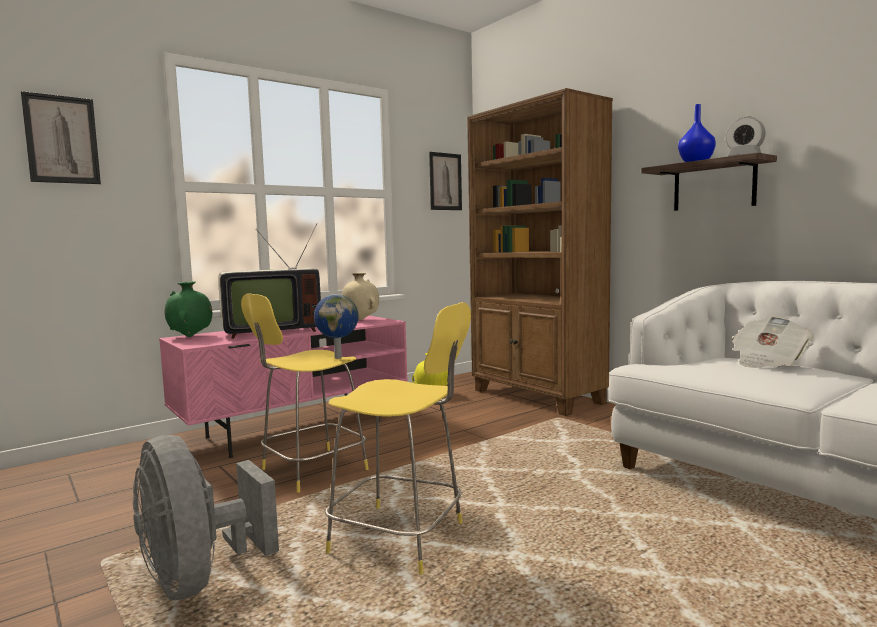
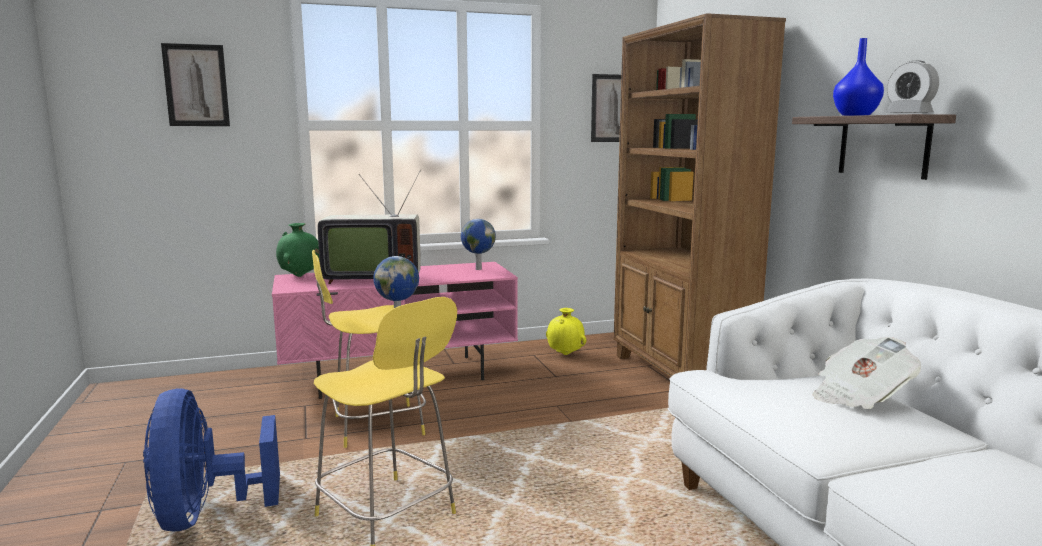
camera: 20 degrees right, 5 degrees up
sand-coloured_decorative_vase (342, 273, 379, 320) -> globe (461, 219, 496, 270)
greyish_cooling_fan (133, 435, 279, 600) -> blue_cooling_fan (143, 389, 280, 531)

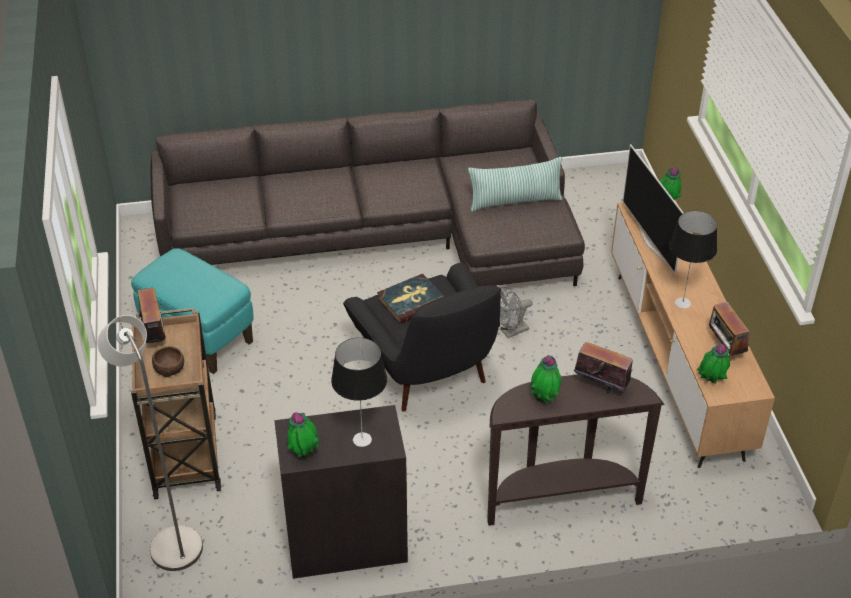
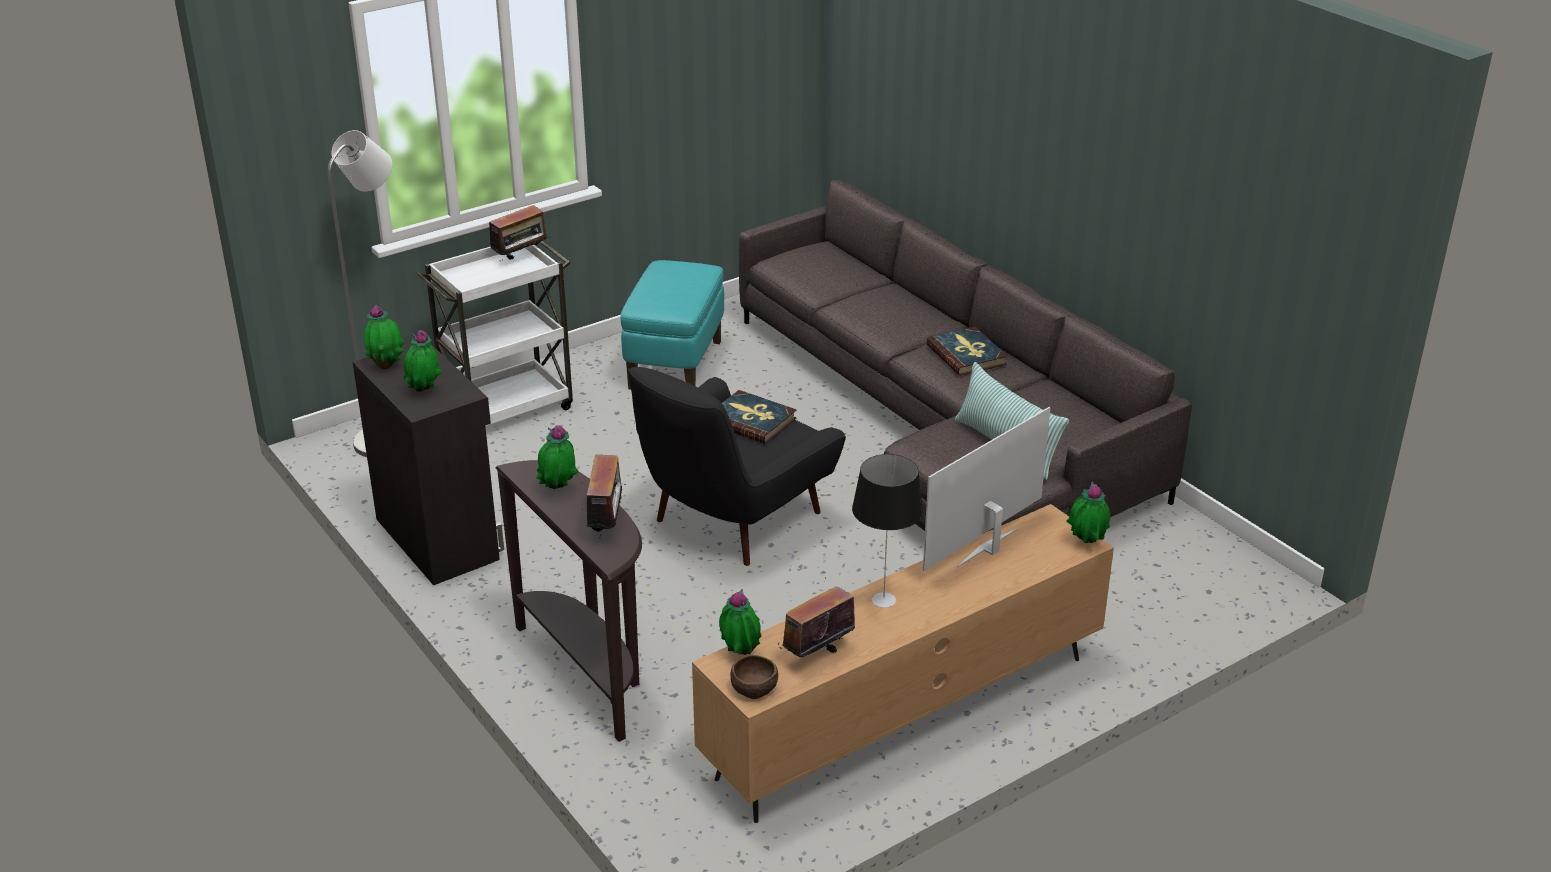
camera: 65 degrees right, 10 degrees down
greyish_cooling_fan (500, 287, 533, 338) -> none
brownish_trolley (131, 308, 222, 499) -> white-coloured_trolley (417, 241, 573, 426)
lamp_for_a_table (331, 338, 387, 447) -> plant_in_a_pot (403, 330, 442, 392)
brownish_deep_dish (152, 346, 184, 377) -> brownish_deep_dish (730, 655, 778, 699), move
none -> book (926, 327, 1008, 376)

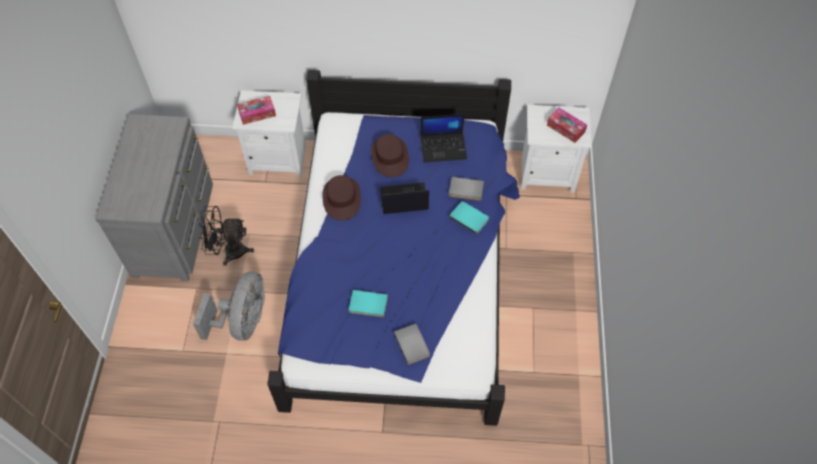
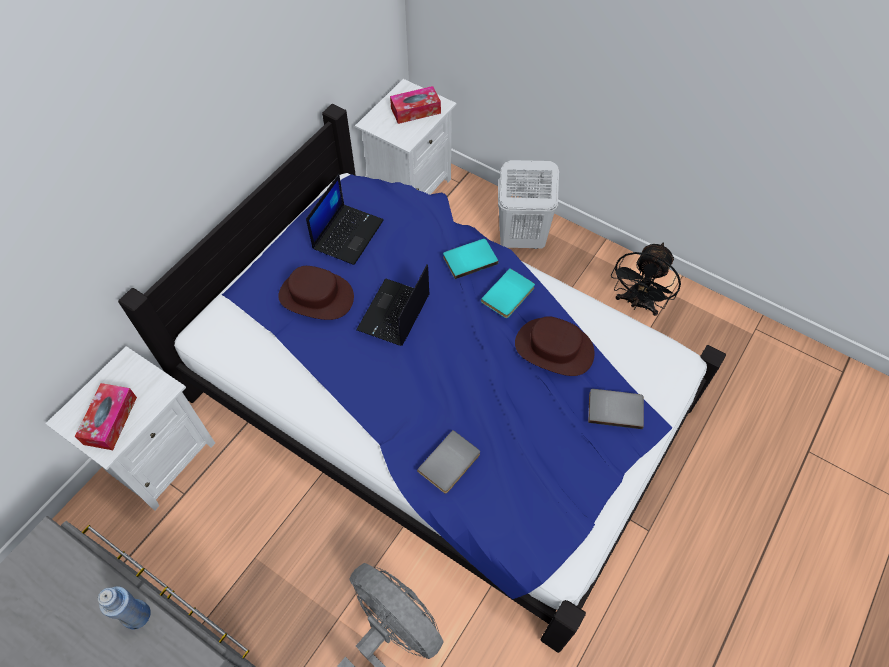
camera: 60 degrees left, 0 degrees up
brownish_clothing_hat (322, 175, 361, 220) -> brownish_clothing_hat (515, 316, 595, 376), move
greyish_book (449, 177, 484, 201) -> greyish_book (417, 430, 480, 494), move
black_cooling_fan (199, 206, 254, 266) -> black_cooling_fan (611, 242, 681, 316), move
turquoise-coloured_book (349, 290, 388, 317) -> turquoise-coloured_book (481, 268, 535, 318), move
none -> white-coloured_laundry_basket (498, 160, 559, 249)
none -> blue_bottle (98, 586, 151, 629)

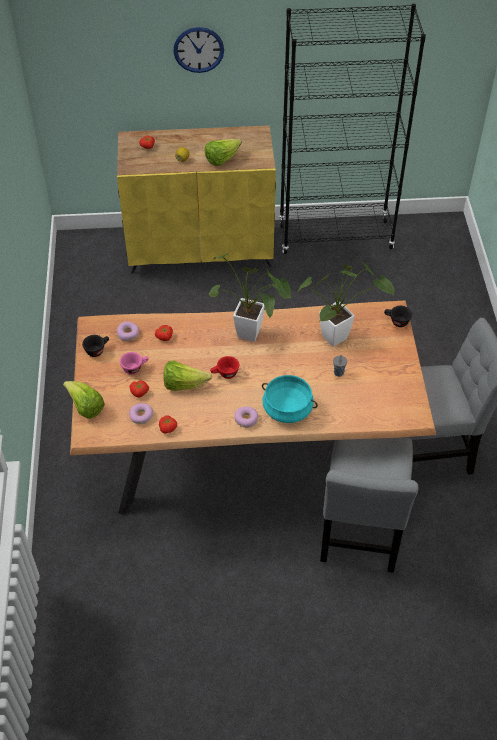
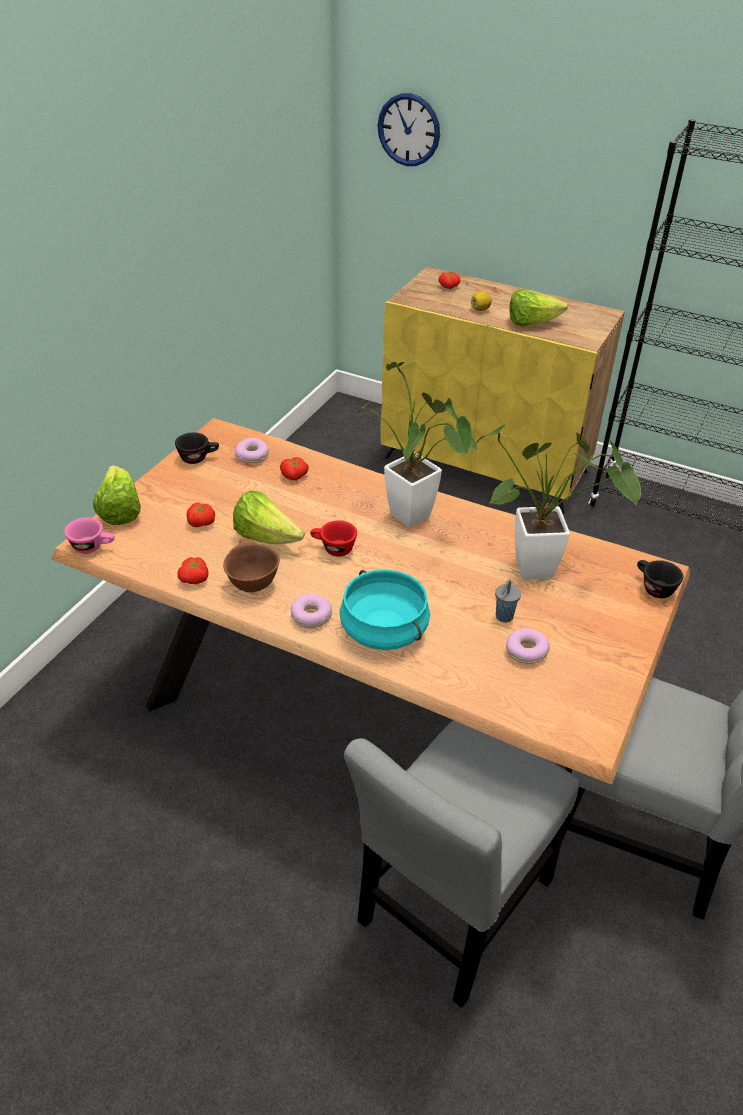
camera: 30 degrees right, 10 degrees down
wall_clock (173, 27, 224, 73) -> wall_clock (377, 93, 440, 166), move
pink_cup (120, 352, 149, 375) -> pink_cup (64, 517, 115, 554), move
doughnut (129, 403, 153, 424) -> doughnut (506, 628, 550, 664), move
none -> brownish_deep_dish (223, 539, 280, 592)

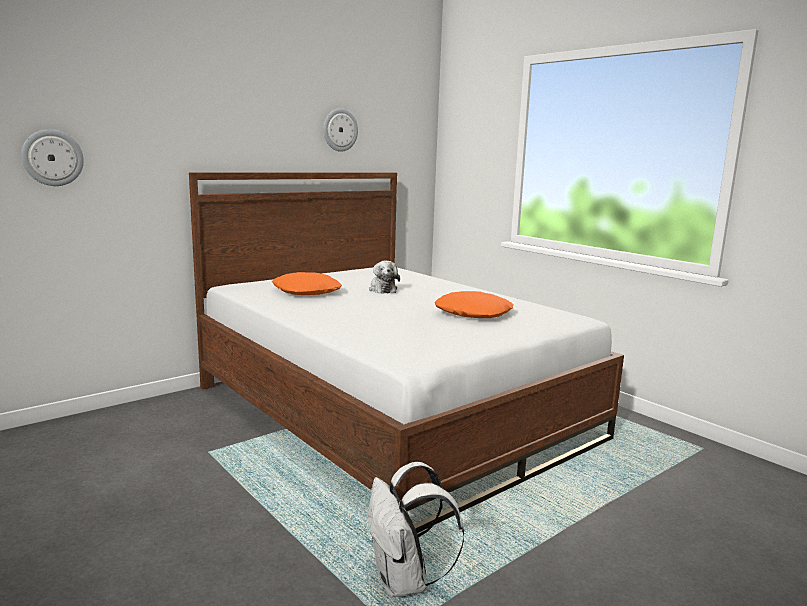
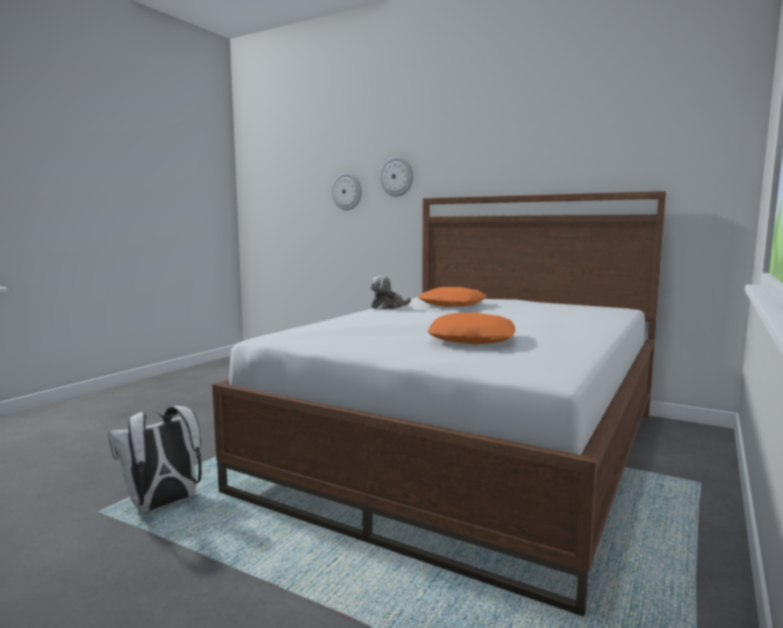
camera: 70 degrees right, 5 degrees down
wall_clock (323, 108, 358, 152) -> wall_clock (380, 157, 414, 197), move
cuddly_toy (369, 261, 400, 293) -> cuddly_toy (370, 275, 411, 310), move

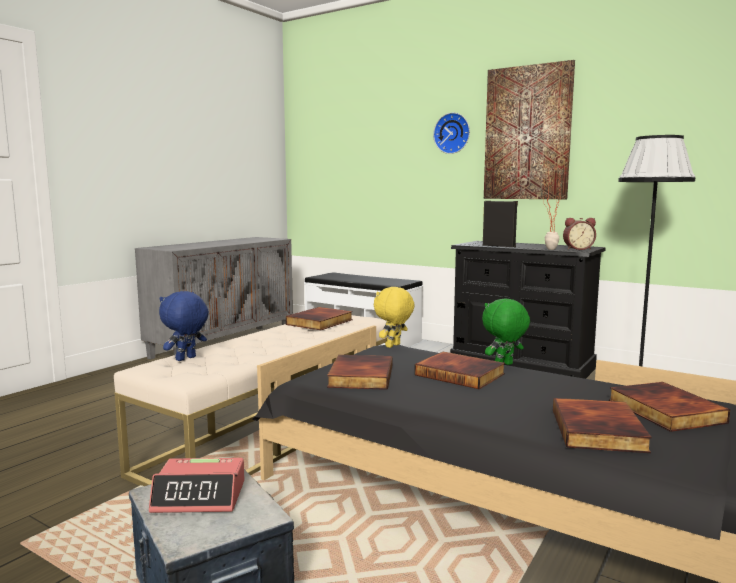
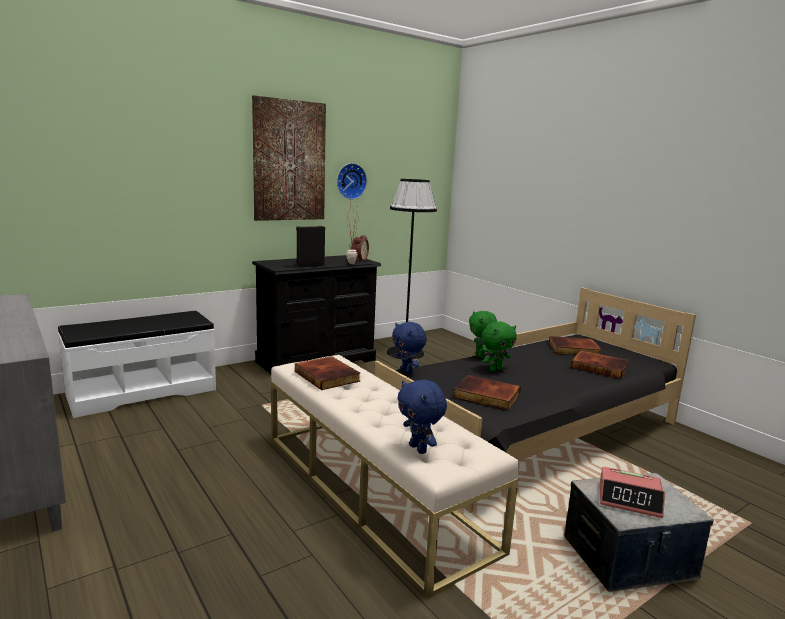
camera: 70 degrees left, 5 degrees up
wall_clock (433, 113, 470, 154) -> wall_clock (337, 163, 367, 200), move
yellowish_cuddly_toy (374, 287, 415, 348) -> blue_cuddly_toy (392, 322, 427, 374)
book (415, 352, 505, 389) -> green_cuddly_toy (482, 321, 517, 372)
bedside_clock (149, 458, 245, 513) -> bedside_clock (600, 467, 665, 518), 90 degrees clockwise

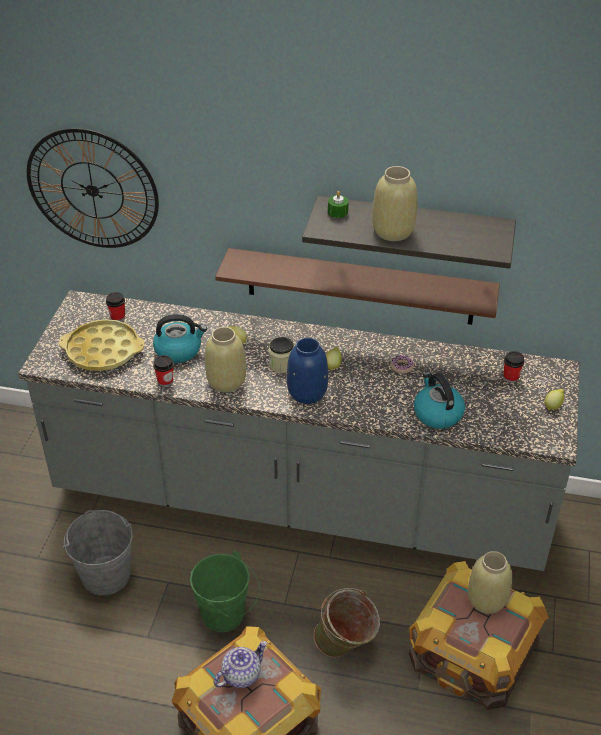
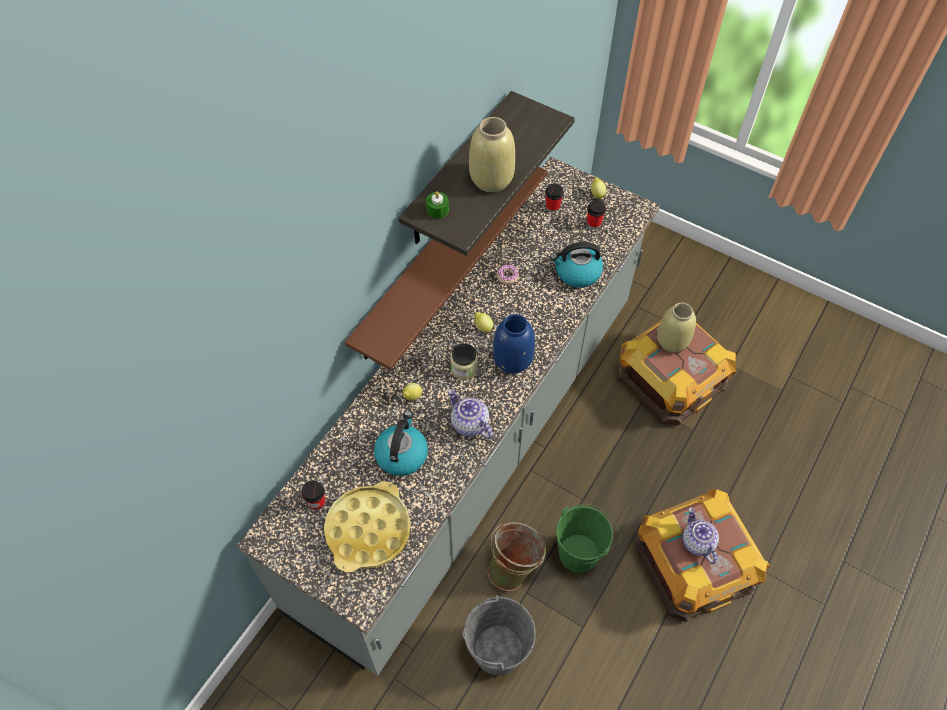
camera: 70 degrees left, 15 degrees up
wall_clock (27, 128, 159, 248) -> none
sand-coloured_decorative_vase (205, 327, 246, 393) -> pot_for_tea (448, 389, 493, 439)
cup (153, 355, 174, 387) -> cup (587, 200, 606, 229), move
green_pail (314, 588, 380, 658) -> green_pail (488, 522, 546, 591), move

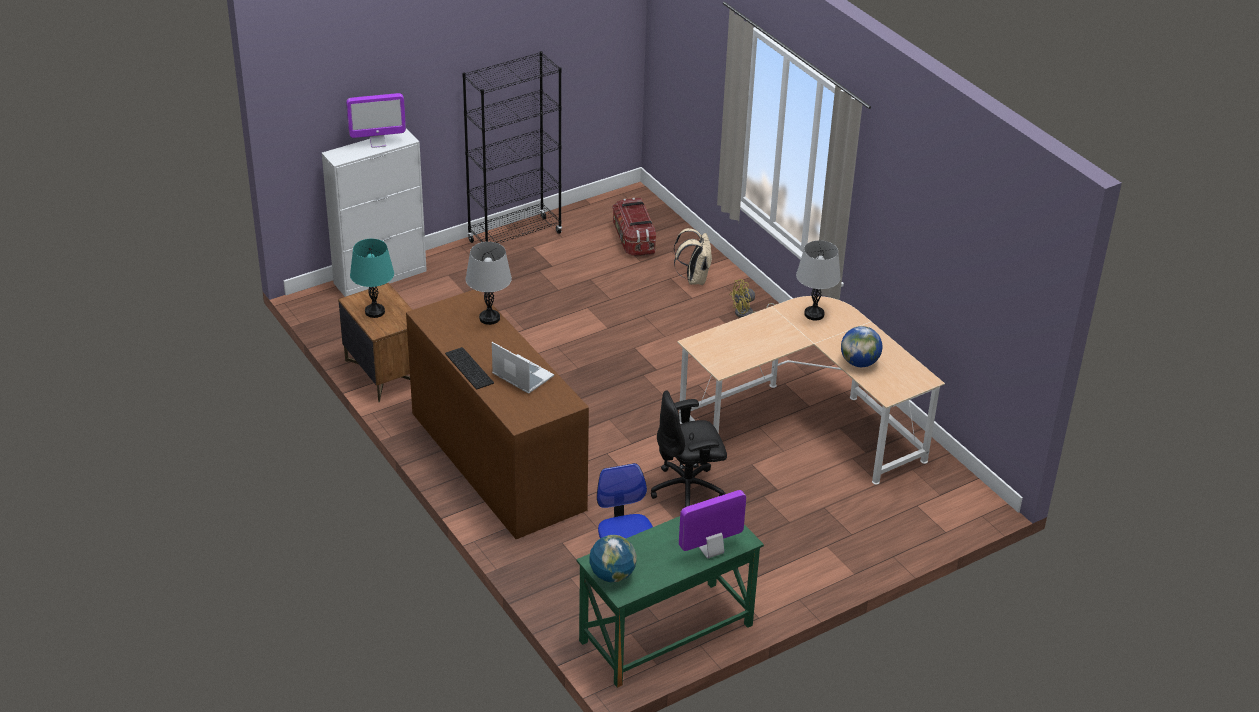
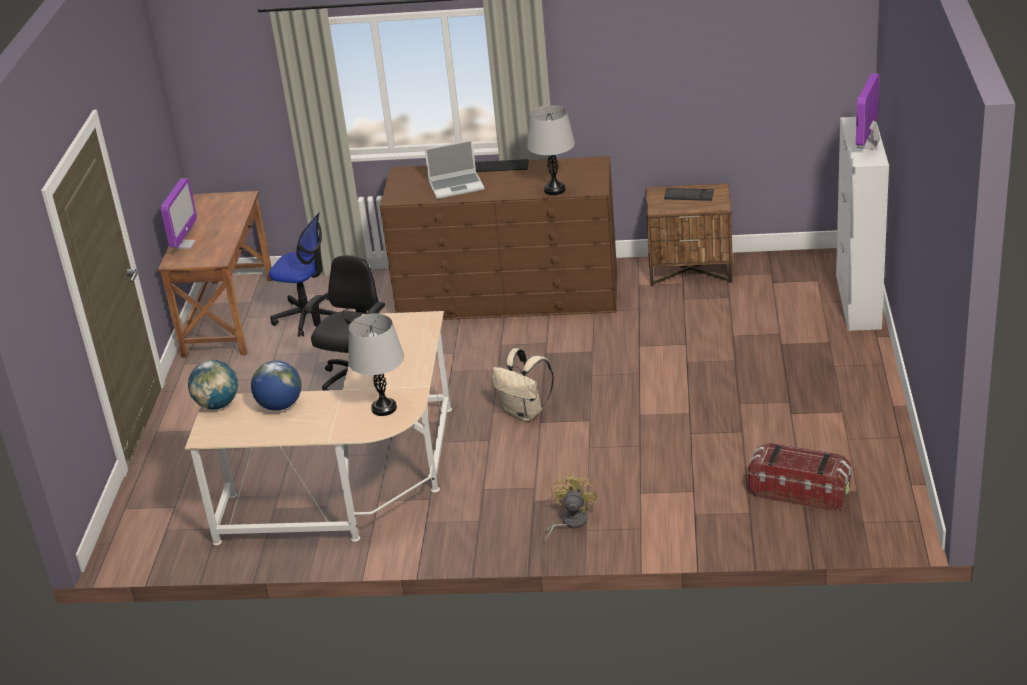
camera: 130 degrees right, 5 degrees down
black_bookshelf (462, 51, 562, 244) -> none
sand-coloured_knapsack (674, 228, 712, 285) -> sand-coloured_knapsack (493, 348, 554, 421), move
turquoise-coloured_lamp_for_a_table (350, 239, 394, 318) -> PC_keyboard (664, 188, 714, 201)
green_desk (576, 516, 764, 688) -> brownish_desk (158, 191, 273, 358)
globe (589, 535, 637, 582) -> globe (188, 360, 238, 409), move

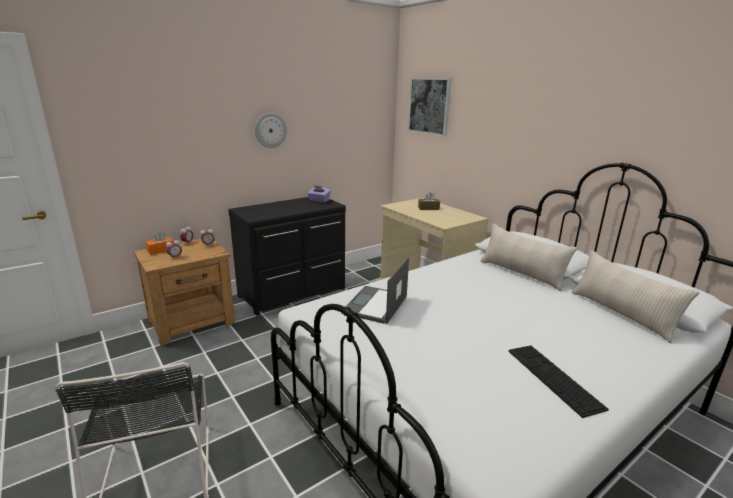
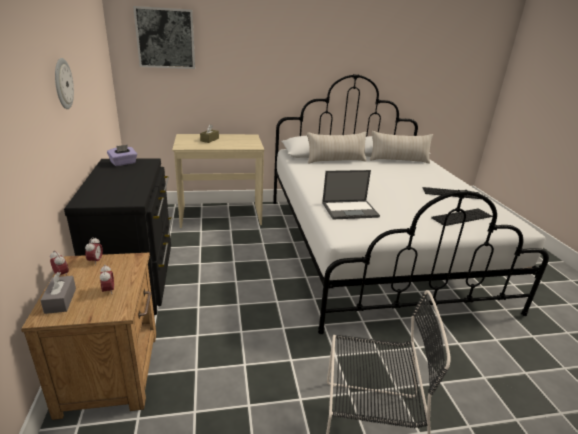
camera: 65 degrees left, 5 degrees up
orangey_box_of_tissues (146, 232, 174, 255) -> greyish_box_of_tissues (40, 272, 76, 314)
portable_computer (341, 257, 409, 324) -> portable_computer (322, 170, 380, 220), 60 degrees counterclockwise
none -> PC_keyboard (431, 208, 492, 226)

